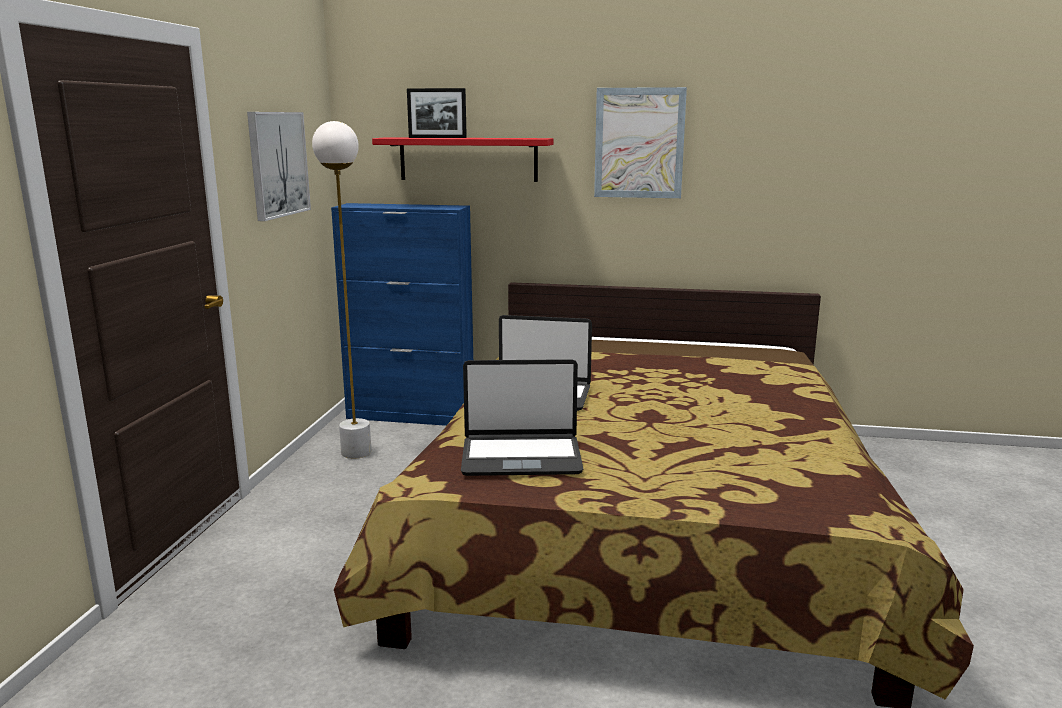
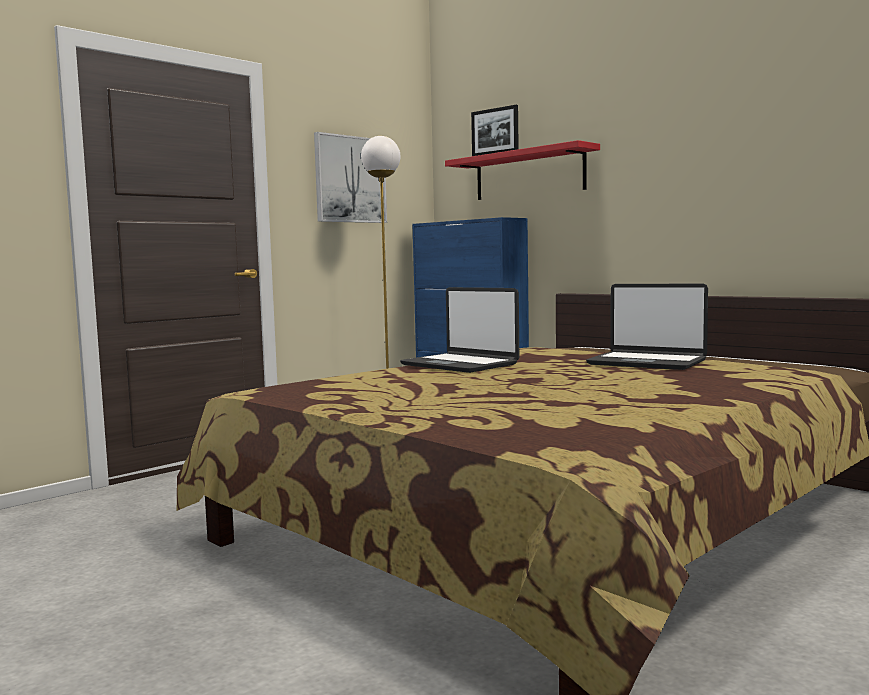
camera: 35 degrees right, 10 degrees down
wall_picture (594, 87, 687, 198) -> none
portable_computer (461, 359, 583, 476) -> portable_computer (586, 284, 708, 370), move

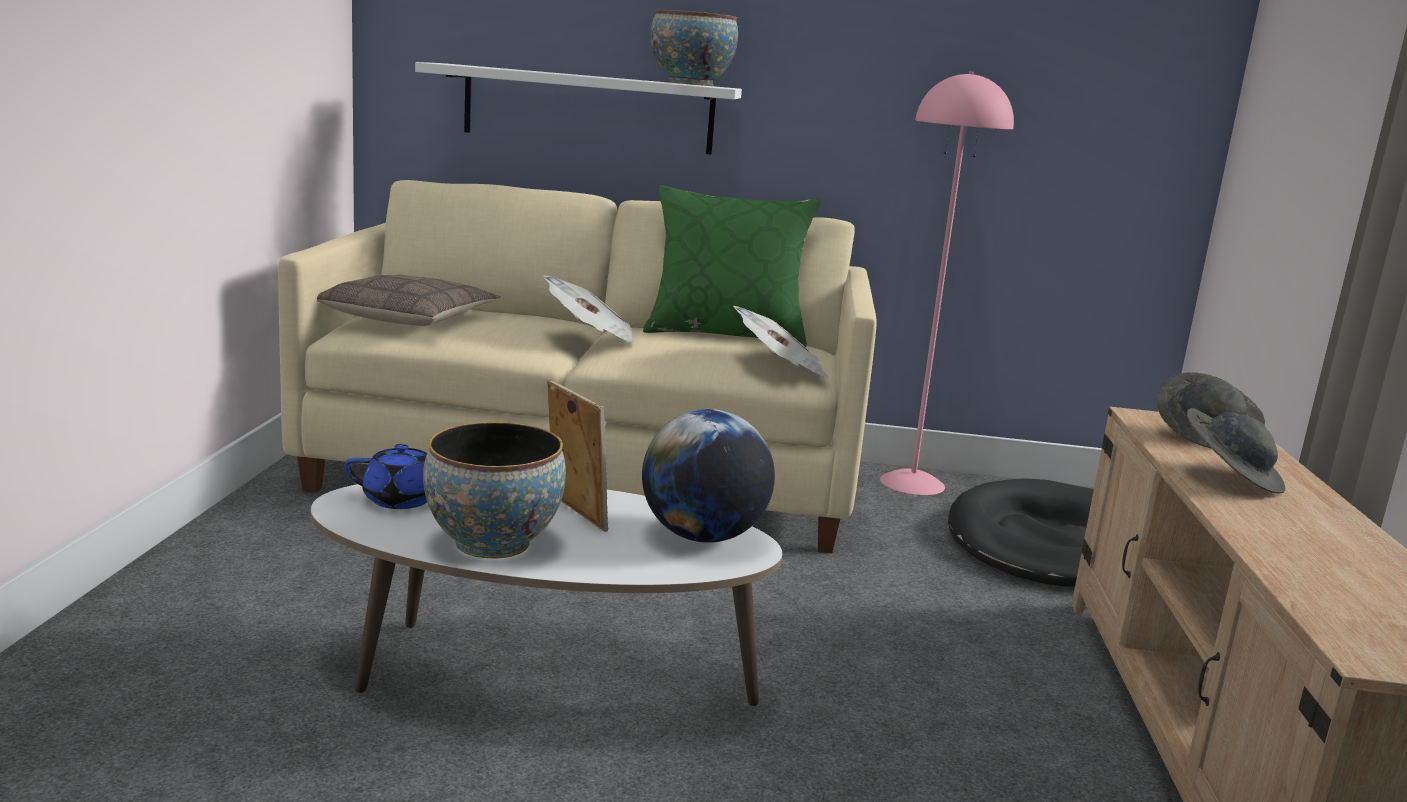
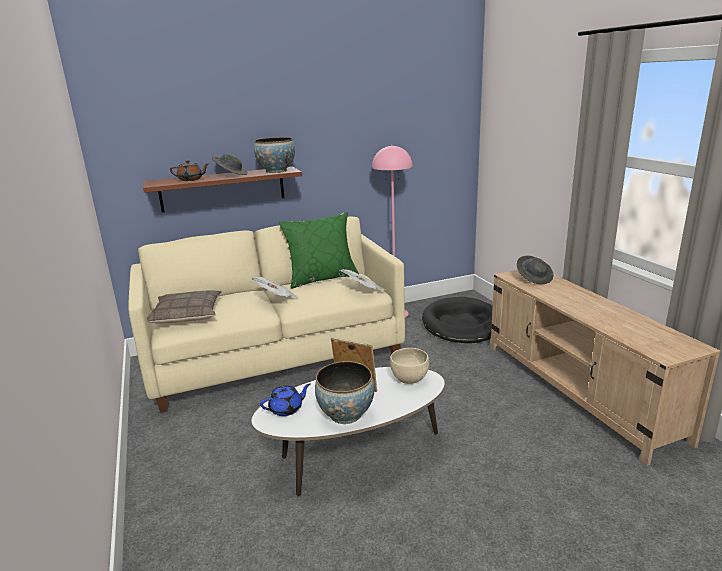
camera: 25 degrees left, 5 degrees up
white-coloured_bracket_shelf (415, 62, 742, 155) -> brownish_bracket_shelf (143, 167, 302, 212)
greyish_clothing_hat (1186, 408, 1286, 493) -> greyish_clothing_hat (212, 154, 248, 175), move
globe (642, 409, 775, 543) -> sand-coloured_deep_dish (390, 348, 429, 384)
none -> brownish_pot_for_tea (170, 160, 210, 181)

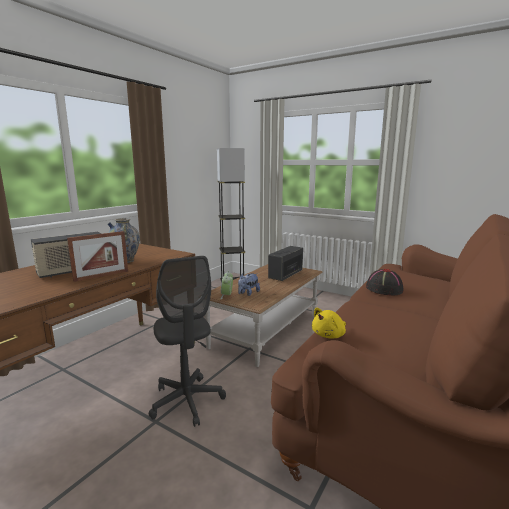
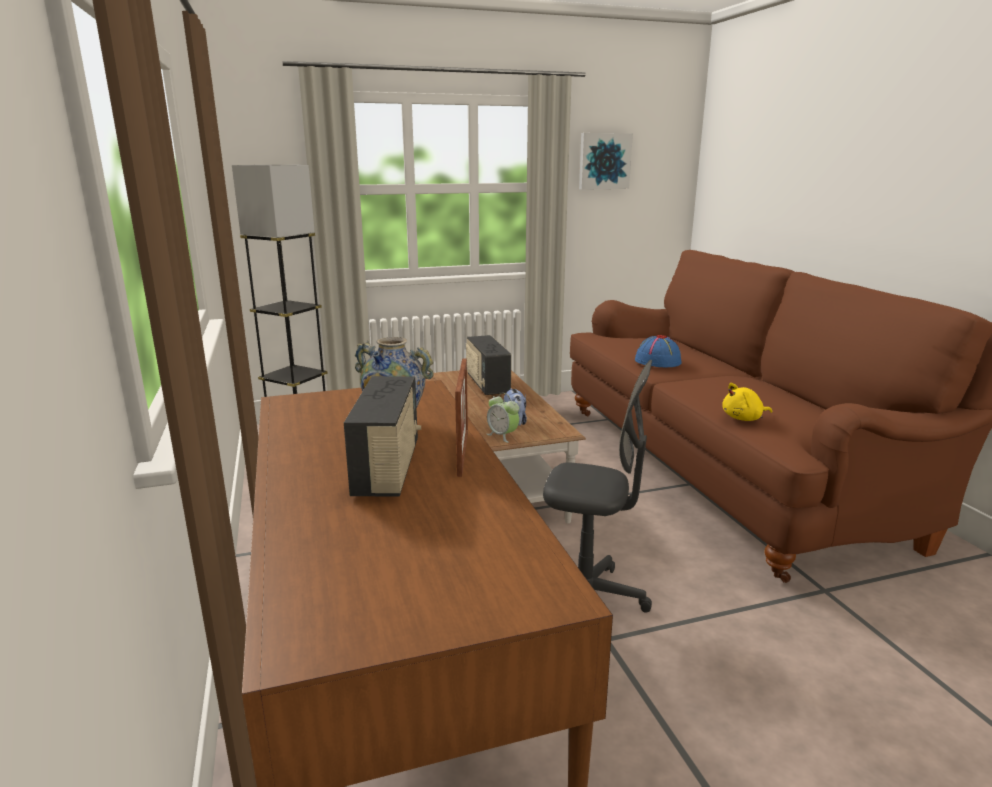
camera: 50 degrees left, 5 degrees up
black_clothing_hat (366, 269, 404, 295) -> blue_clothing_hat (635, 335, 681, 367)
yellowish_cuddly_toy (312, 308, 346, 339) -> yellowish_cuddly_toy (722, 383, 772, 421), 75 degrees clockwise
none -> wall_picture (579, 133, 633, 190)

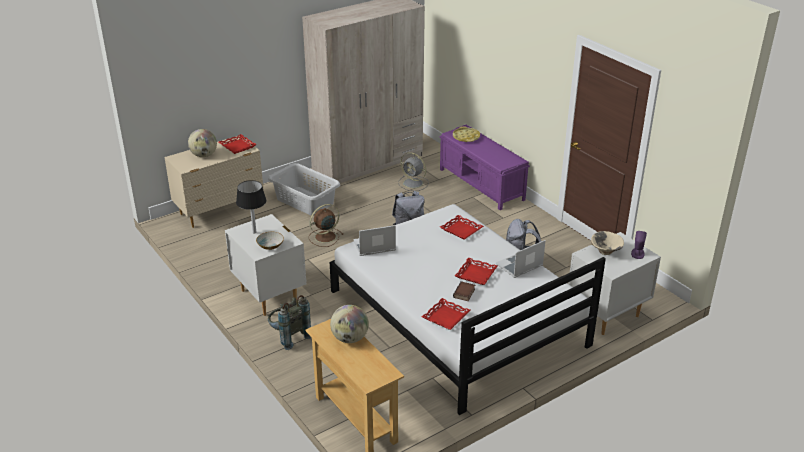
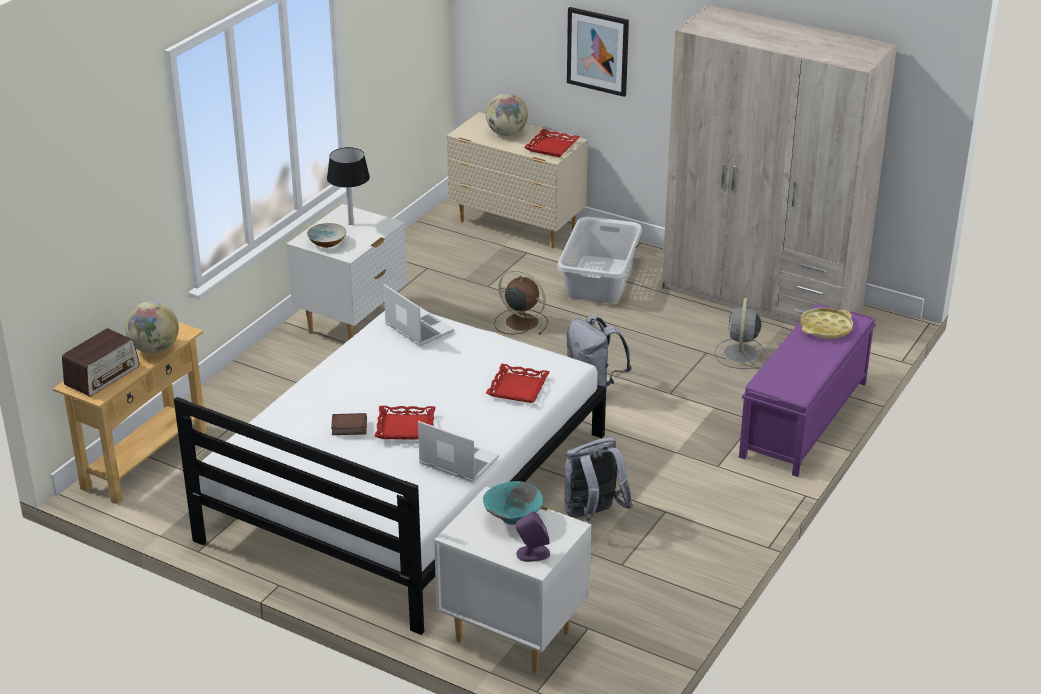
camera: 65 degrees right, 0 degrees up
sand-coloured_deep_dish (591, 231, 624, 255) -> turquoise-coloured_deep_dish (483, 481, 543, 525)
greyish_knapsack (268, 295, 311, 350) -> none
red-coloured_carrying_tray (422, 298, 471, 330) -> none
none -> wall_picture (567, 7, 629, 97)
none -> radio_set (62, 328, 139, 397)

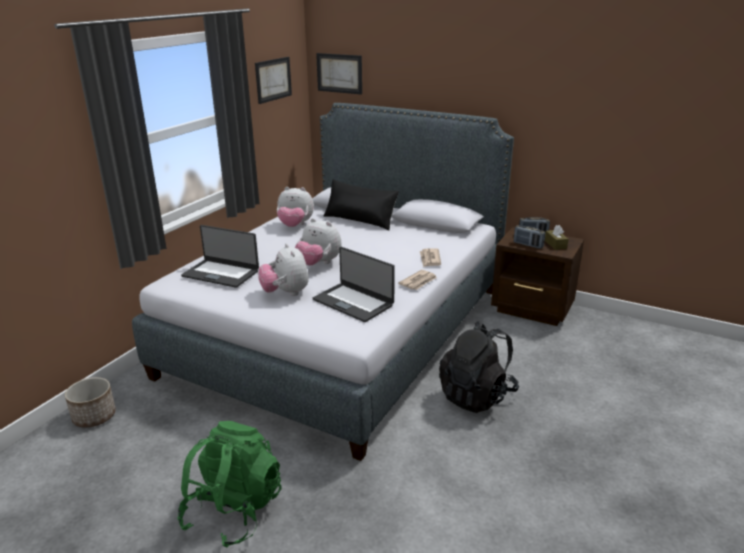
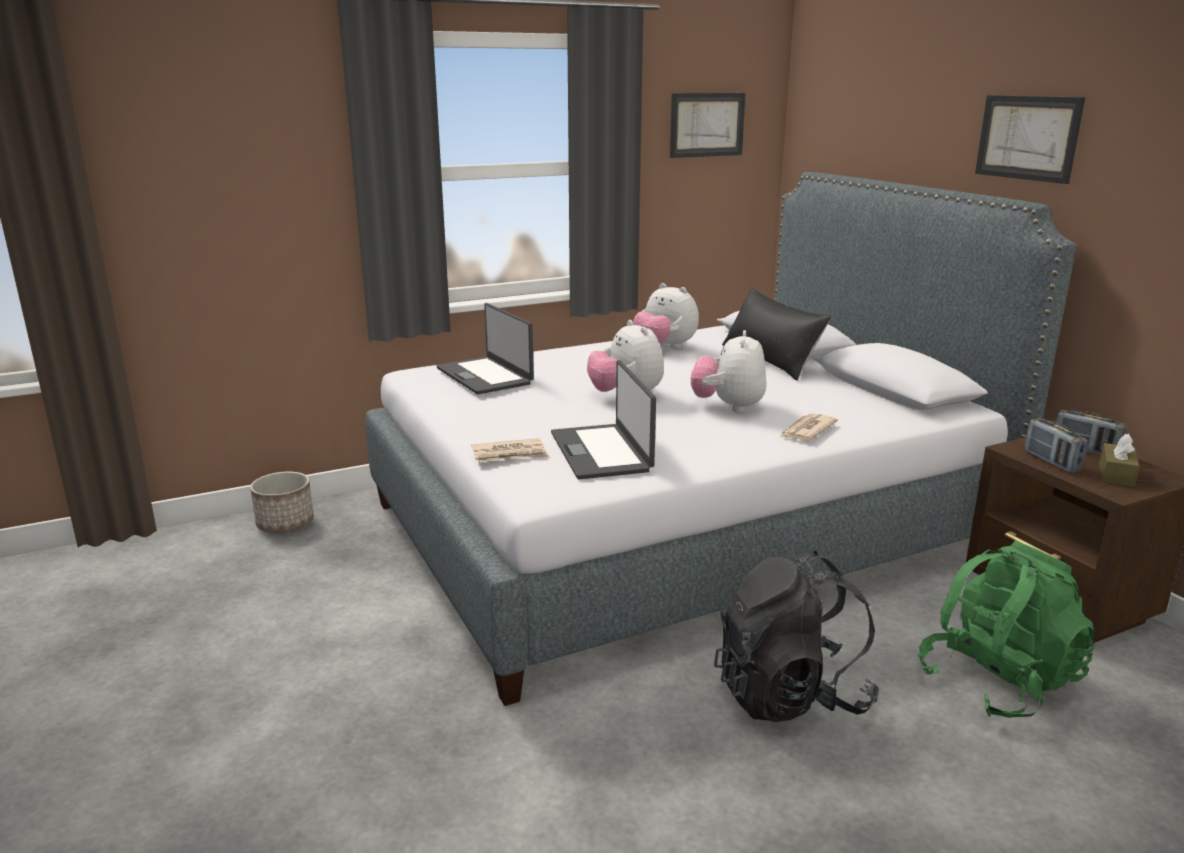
camera: 35 degrees right, 5 degrees down
wall_picture (316, 53, 362, 95) -> wall_picture (975, 95, 1085, 184), move
cuddly_toy (258, 243, 309, 296) -> cuddly_toy (691, 330, 766, 413), move
printed_paper (398, 270, 437, 290) -> printed_paper (471, 438, 549, 462), move
green_knapsack (177, 421, 281, 548) -> green_knapsack (918, 540, 1094, 718), move

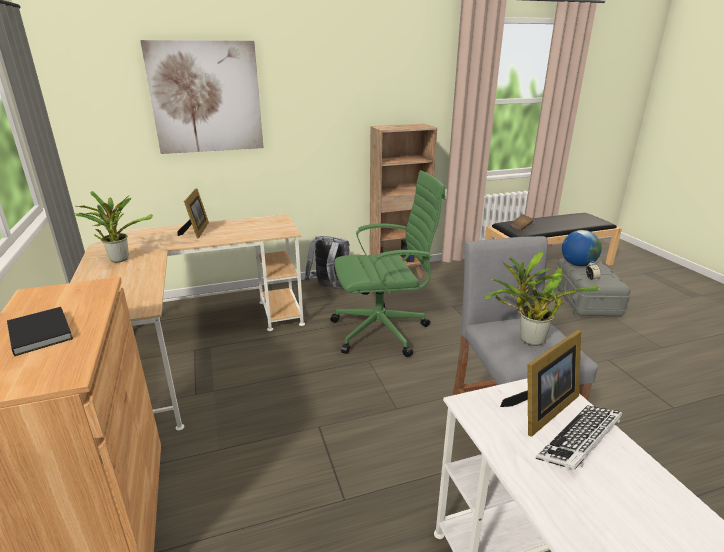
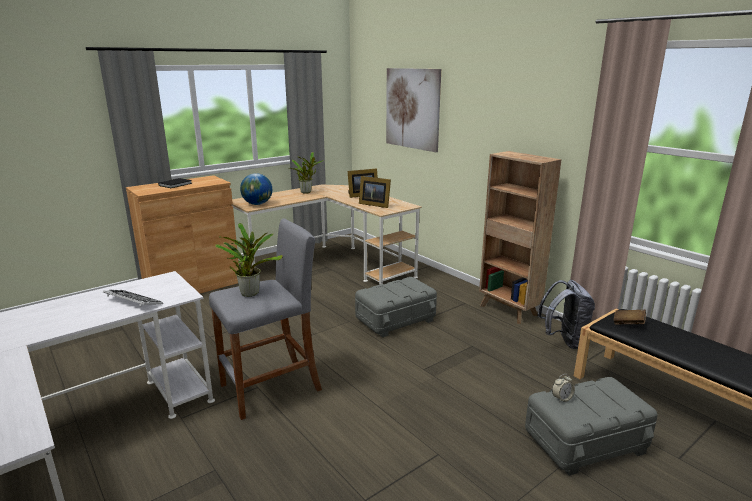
camera: 70 degrees right, 5 degrees down
green_computer_chair (330, 170, 446, 357) -> greyish_storage_container (355, 277, 437, 337)
globe (562, 230, 602, 266) -> globe (240, 173, 272, 205), move
greyish_knapsack (305, 236, 349, 290) -> greyish_knapsack (538, 280, 595, 349), move
standing_frame (500, 330, 581, 437) -> standing_frame (359, 176, 391, 208), move

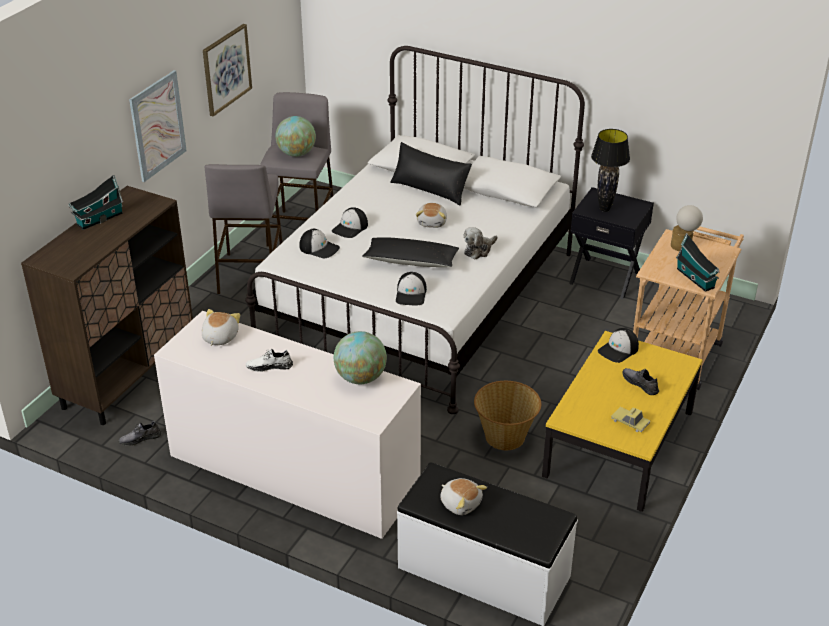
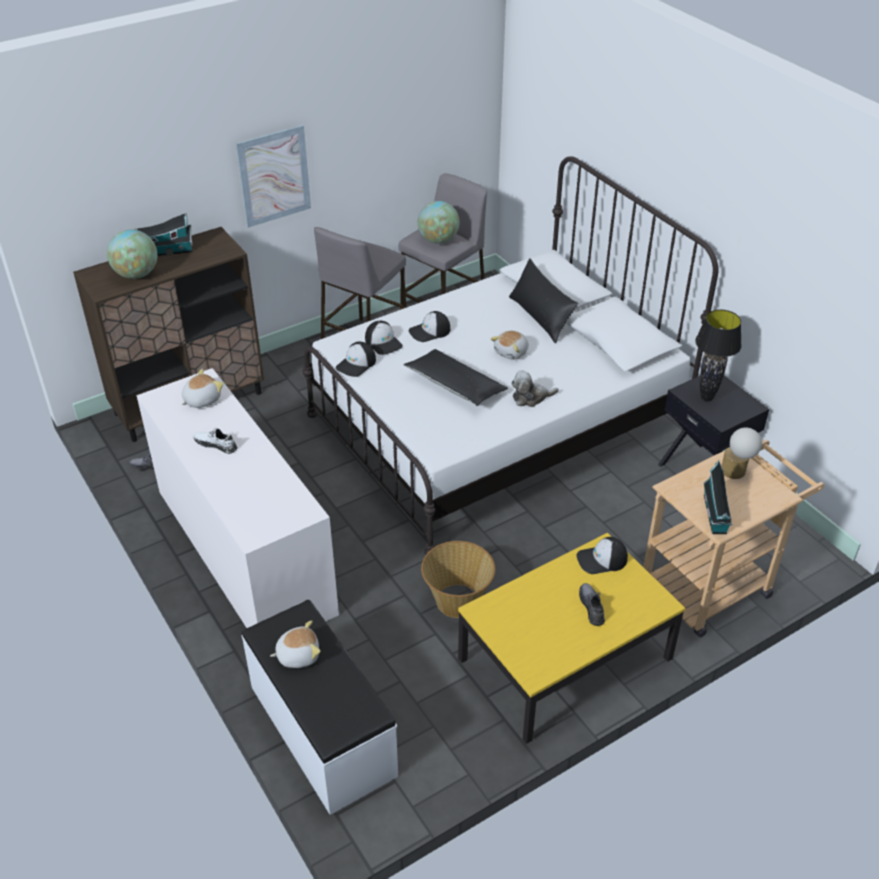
camera: 30 degrees right, 5 degrees up
wall_picture (203, 24, 252, 117) -> none
baseball_cap (396, 272, 427, 306) -> baseball_cap (336, 342, 376, 377), move
globe (334, 331, 387, 384) -> globe (107, 229, 157, 279), move
miniature_car (611, 407, 650, 432) -> none
cuddly_toy (440, 478, 487, 515) -> cuddly_toy (270, 620, 320, 668), 90 degrees counterclockwise

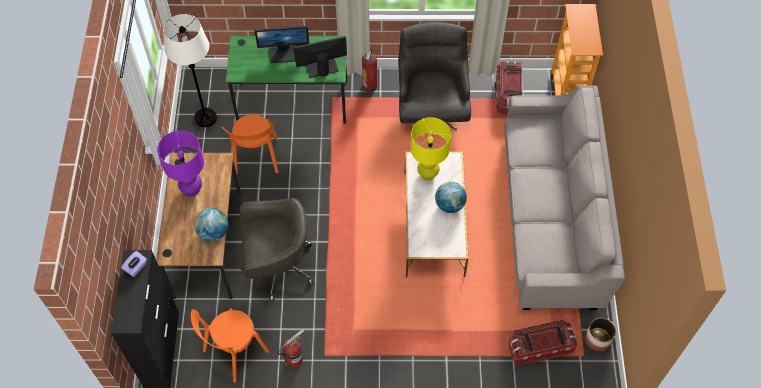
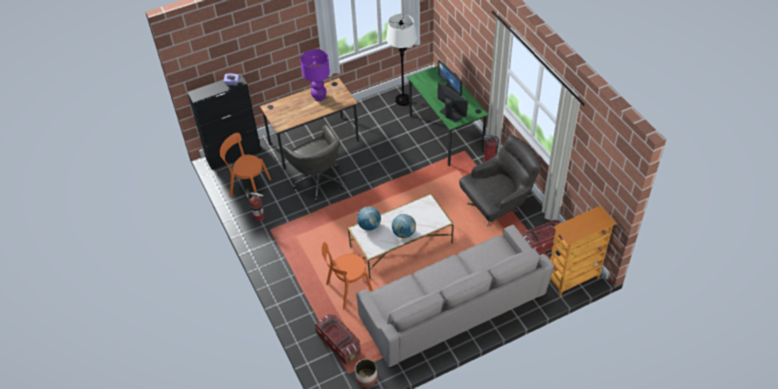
camera: 65 degrees right, 10 degrees down
orangey_chair (222, 114, 279, 175) -> orangey_chair (321, 242, 373, 309), move
yellowish_lamp_for_a_table (411, 117, 451, 181) -> none
globe (194, 208, 228, 241) -> globe (357, 207, 381, 231), move

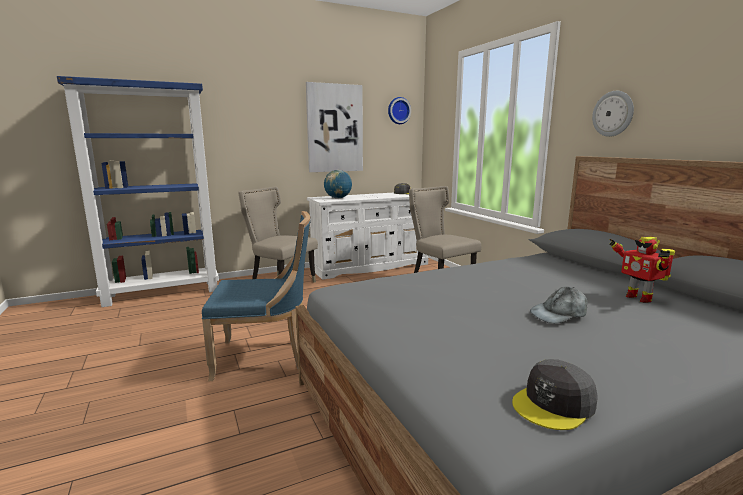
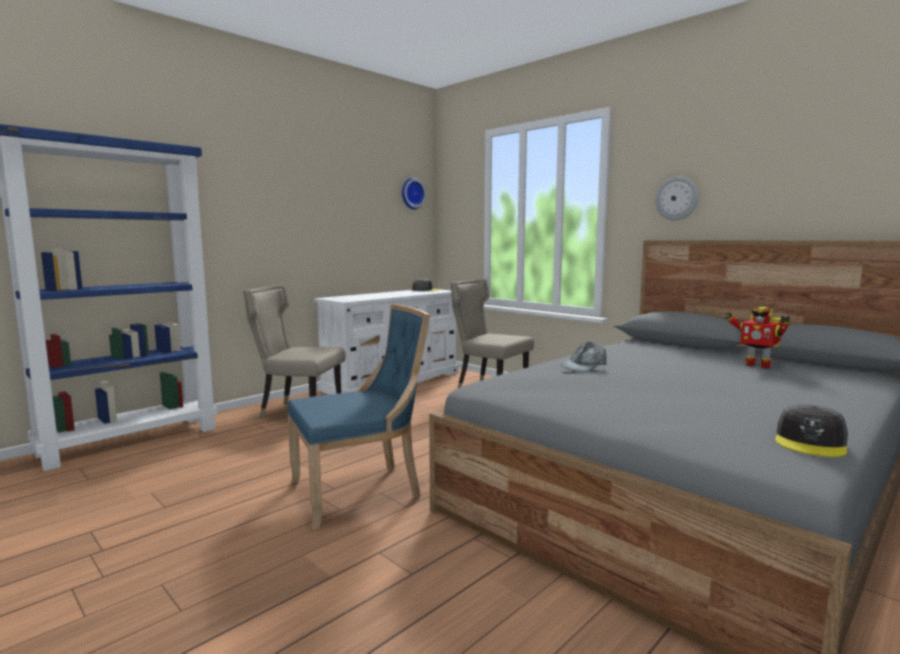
camera: 20 degrees left, 5 degrees down
wall_picture (306, 82, 363, 172) -> none
globe (324, 170, 352, 199) -> none
greyish_baseball_cap (530, 287, 587, 324) -> greyish_baseball_cap (561, 342, 607, 372), move

